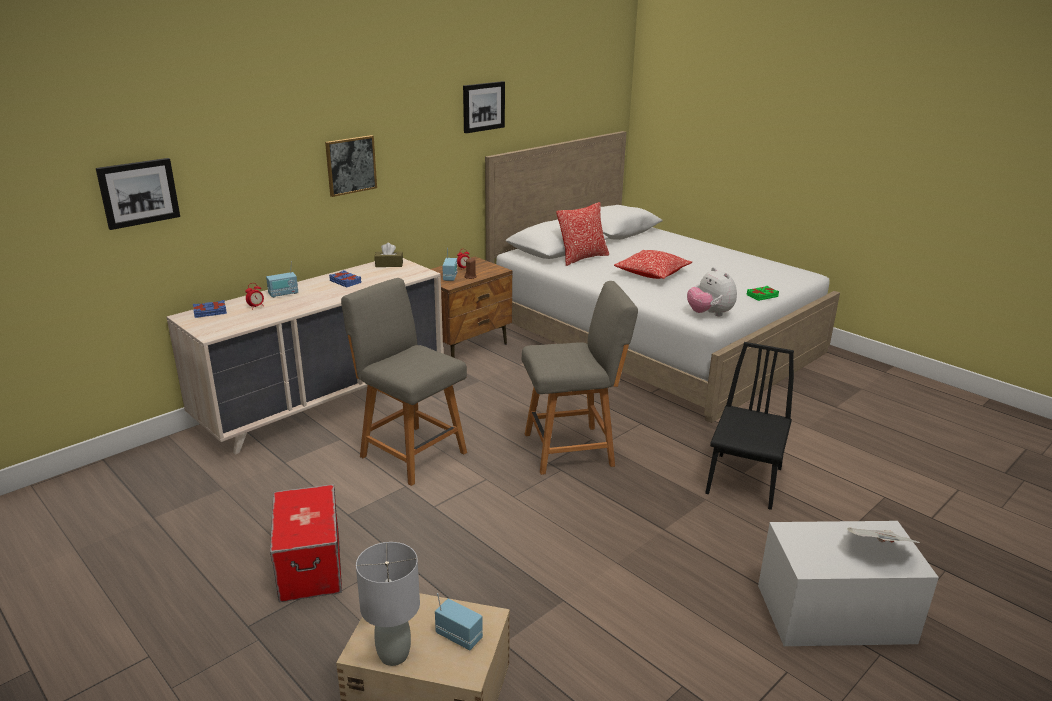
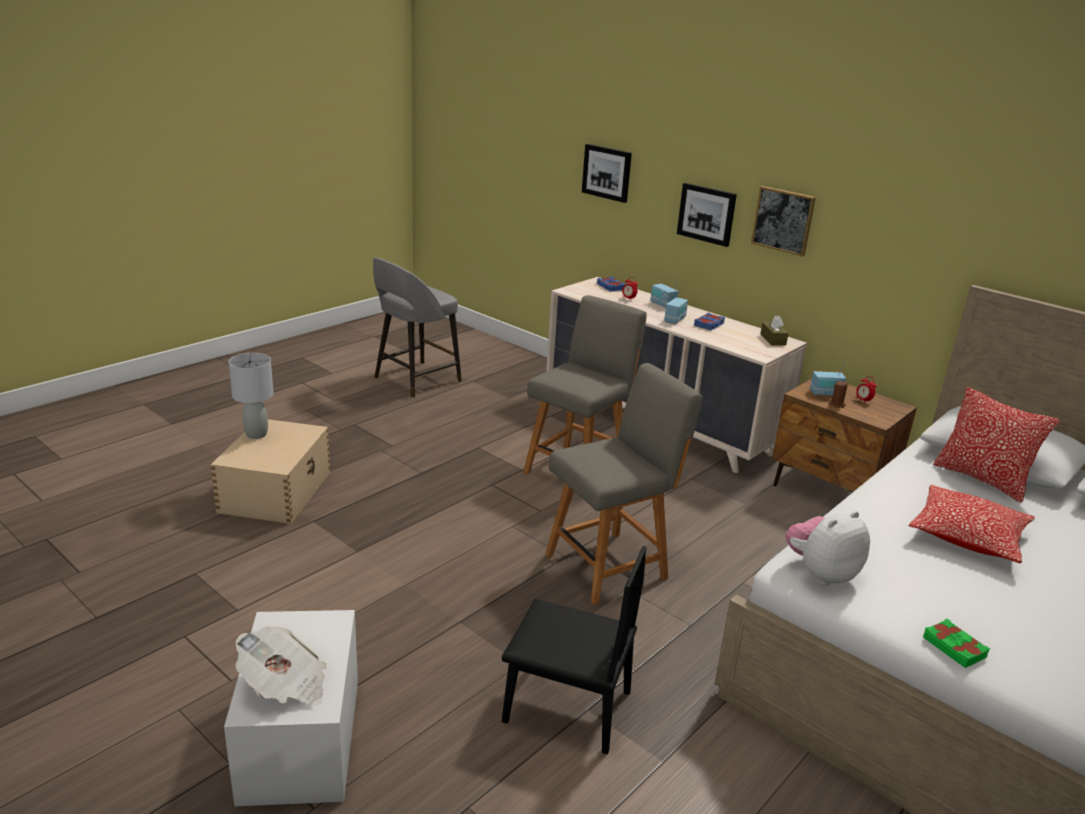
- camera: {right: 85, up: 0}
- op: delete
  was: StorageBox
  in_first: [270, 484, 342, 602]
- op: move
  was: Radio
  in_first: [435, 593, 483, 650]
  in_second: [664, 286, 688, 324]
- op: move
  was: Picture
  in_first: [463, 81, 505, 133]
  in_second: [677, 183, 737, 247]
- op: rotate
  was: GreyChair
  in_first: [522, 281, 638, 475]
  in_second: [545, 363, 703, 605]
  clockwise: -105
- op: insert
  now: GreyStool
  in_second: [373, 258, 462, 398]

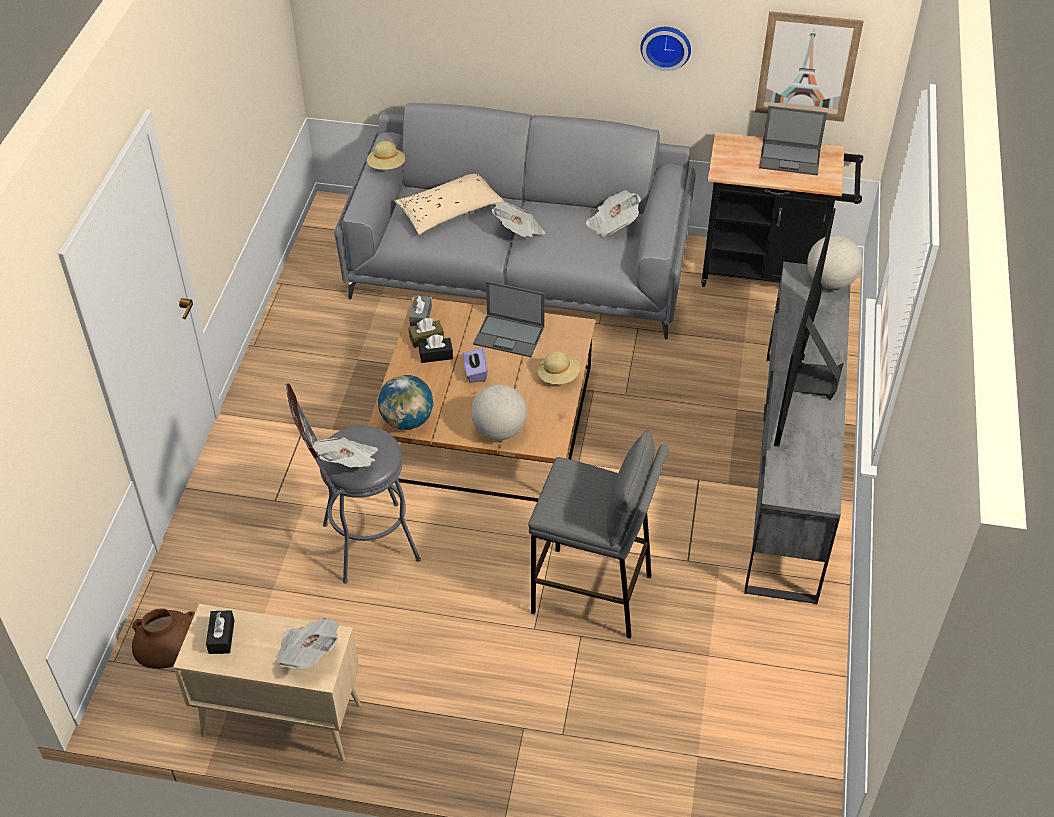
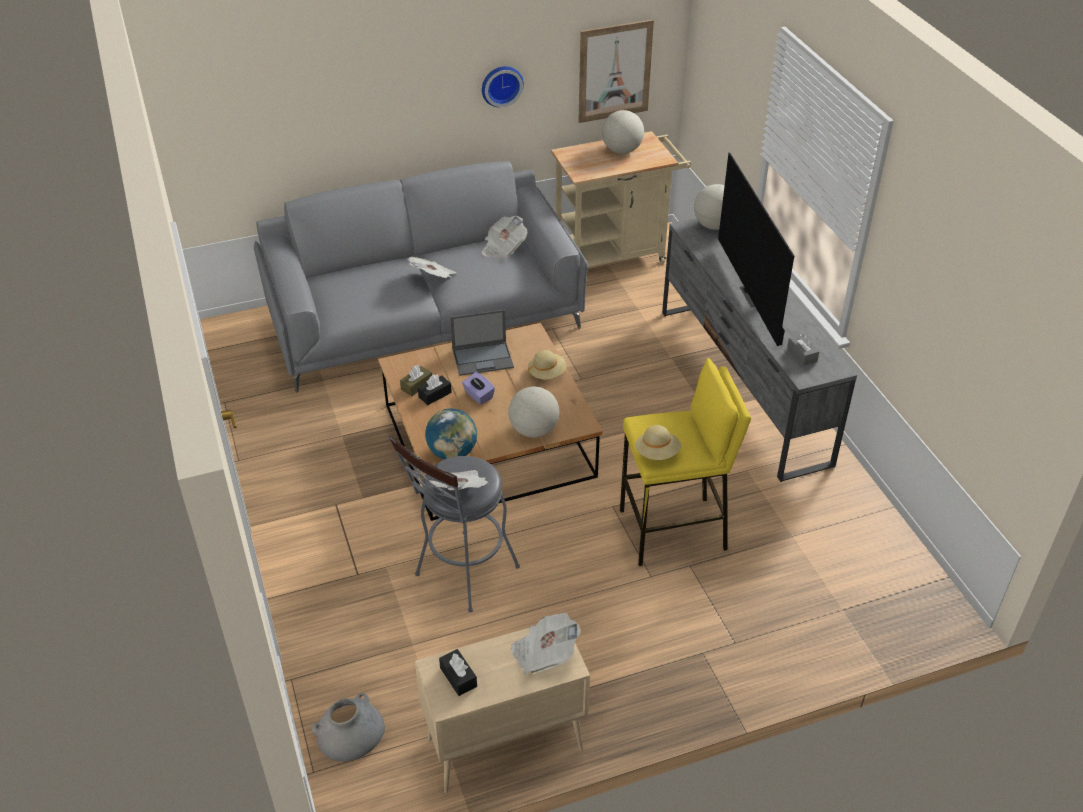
- camera: {right: -30, up: -5}
- op: recolor
  was: BrownVase
  now: GreyVase
  in_first: [132, 608, 195, 669]
  in_second: [312, 692, 385, 762]
- op: move
  was: BeigeHat
  in_first: [367, 141, 405, 170]
  in_second: [635, 425, 681, 460]
- op: delete
  was: BeigePillow
  in_first: [394, 174, 504, 235]
- op: move
  was: GreyTissueBox
  in_first: [409, 295, 432, 327]
  in_second: [787, 334, 819, 366]
- op: recolor
  was: GreyStool
  now: YellowStool
  in_first: [528, 430, 669, 639]
  in_second: [620, 358, 751, 566]
- op: recolor
  was: BlackCart
  now: BeigeCart
  in_first: [701, 132, 863, 287]
  in_second: [551, 131, 691, 268]
- op: replace
  was: Laptop
  now: Globe
  in_first: [759, 106, 827, 175]
  in_second: [602, 110, 644, 154]

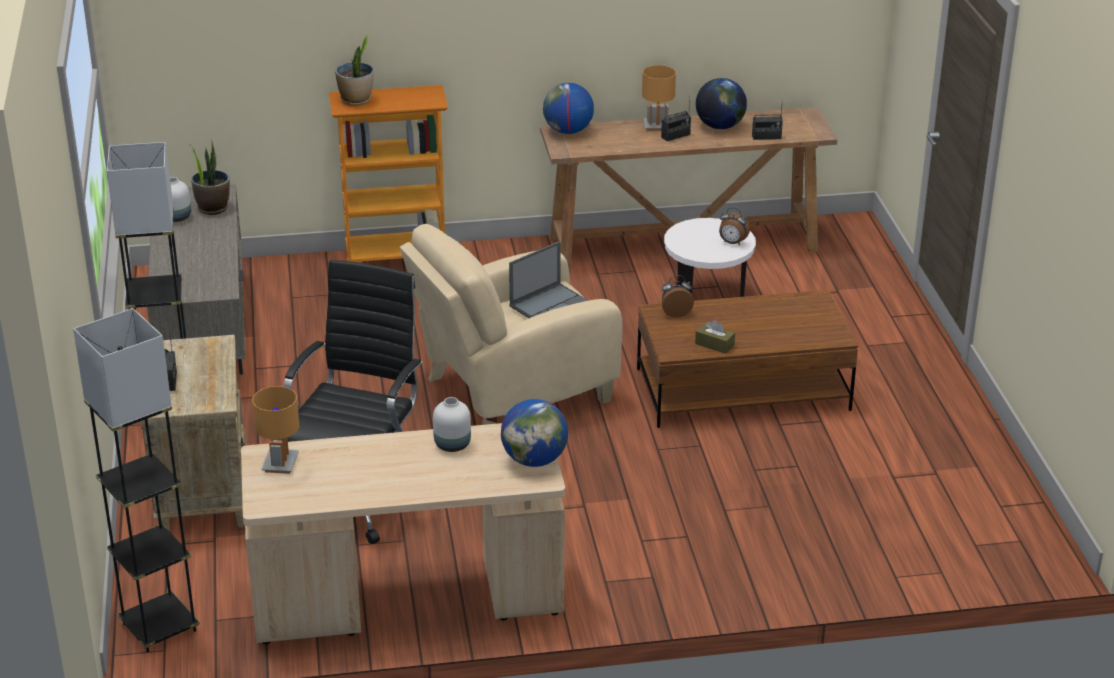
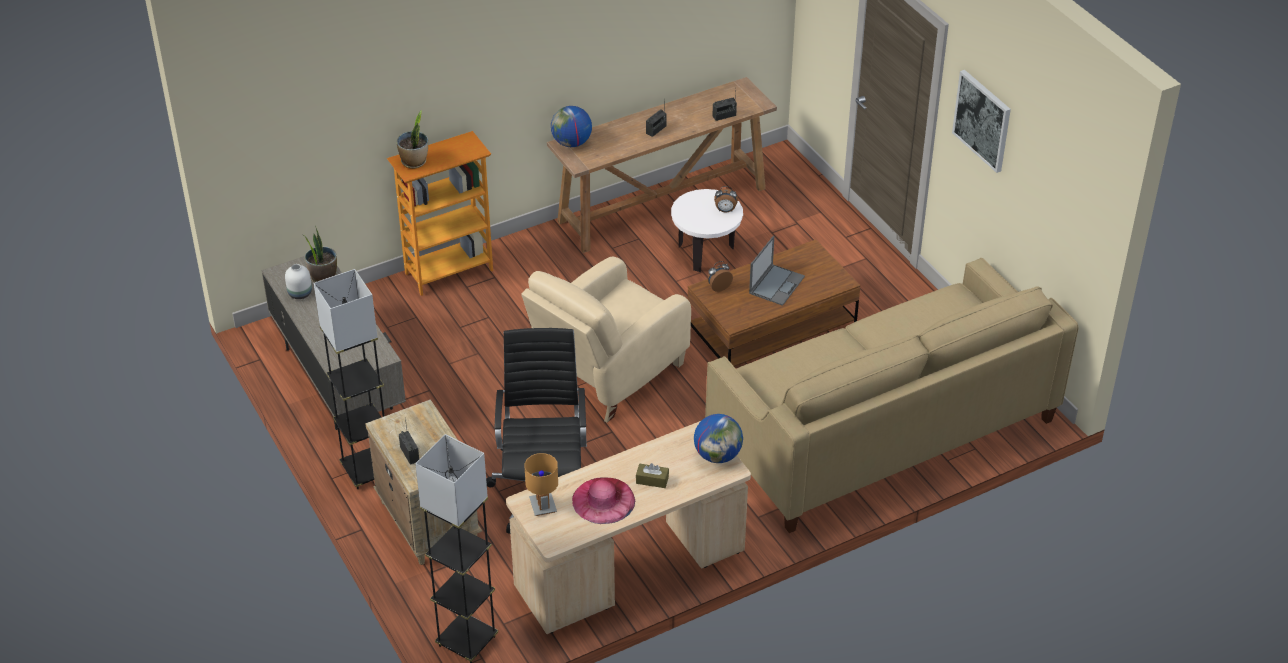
- camera: {right: -20, up: 10}
- op: delete
  was: WhiteVase
  in_first: [433, 397, 471, 452]
- op: move
  was: Laptop
  in_first: [509, 241, 589, 318]
  in_second: [749, 236, 805, 306]
- op: delete
  was: BrownTableLamp
  in_first: [642, 65, 676, 131]
- op: move
  was: BrownTissueBox
  in_first: [695, 320, 735, 354]
  in_second: [636, 463, 669, 488]
- op: delete
  was: Globe
  in_first: [696, 78, 747, 129]
- op: insert
  now: PinkHat
  in_second: [572, 477, 635, 524]
- op: insert
  now: BeigeSofa
  in_second: [705, 258, 1079, 533]
- op: insert
  now: Picture
  in_second: [952, 70, 1011, 173]

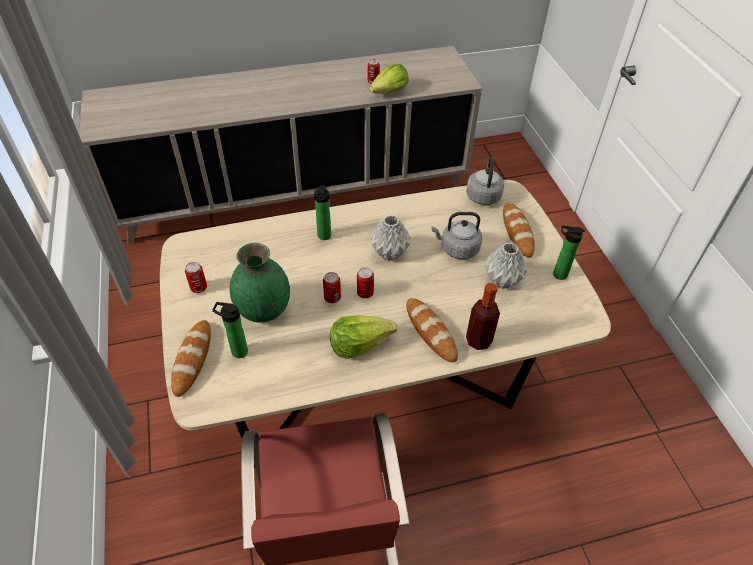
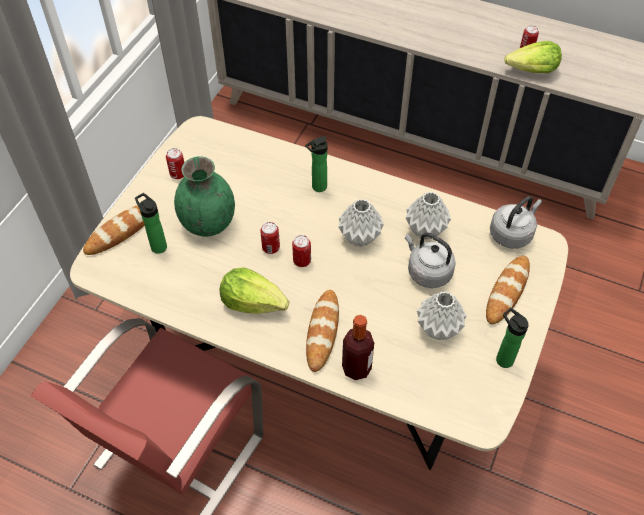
- camera: {right: 40, up: 5}
- op: insert
  now: GreyVase
  in_second: [406, 192, 451, 240]

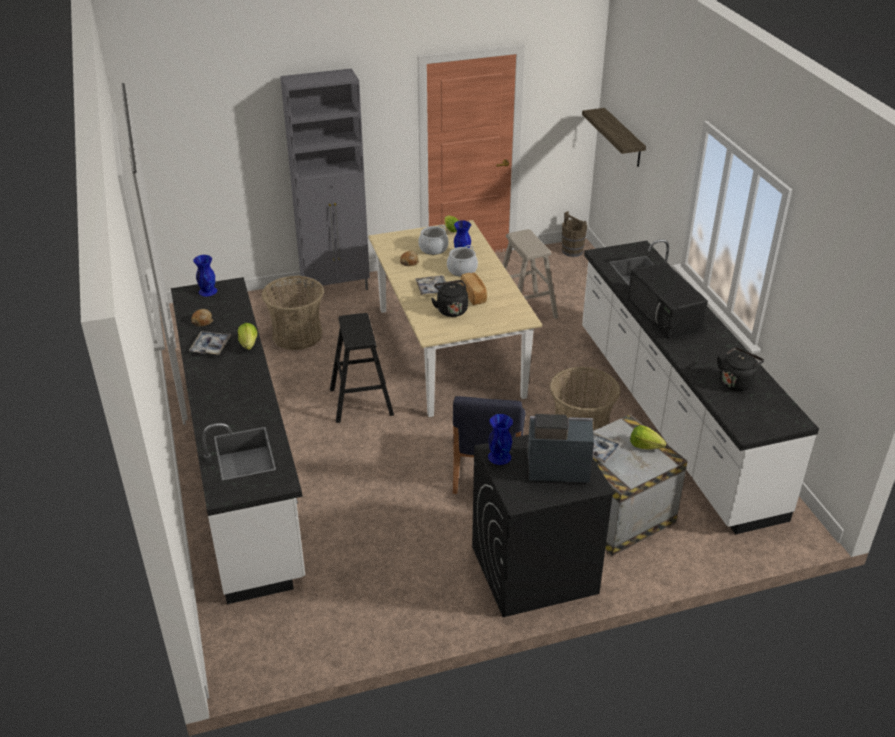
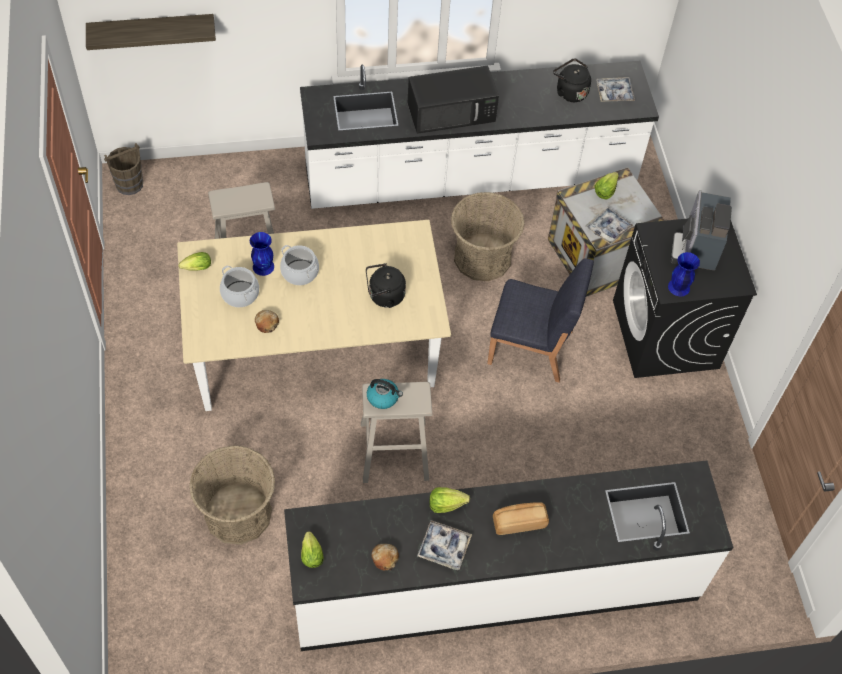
- camera: {right: -85, up: 20}
- op: replace
  was: BlueVase
  now: Lettuce
  in_first: [193, 255, 217, 296]
  in_second: [301, 531, 324, 568]
- op: delete
  was: GreyCabinet
  in_first: [280, 68, 370, 299]
- op: recolor
  was: BlackStool
  now: BeigeStool
  in_first: [330, 313, 394, 423]
  in_second: [361, 382, 432, 483]
- op: move
  was: Tray
  in_first: [415, 275, 446, 295]
  in_second: [596, 77, 635, 102]
- op: move
  was: Bread
  in_first: [461, 273, 487, 305]
  in_second: [493, 502, 549, 535]
- op: insert
  now: Kettle
  in_second: [367, 379, 403, 409]

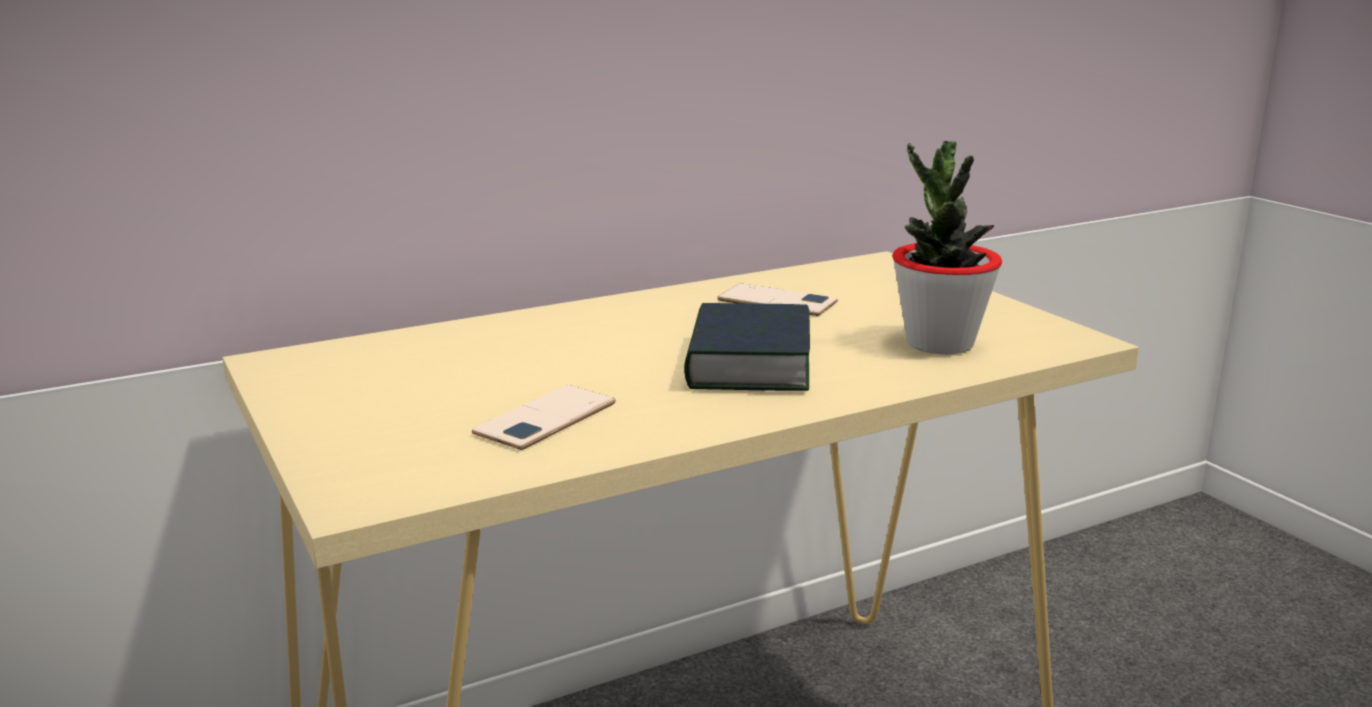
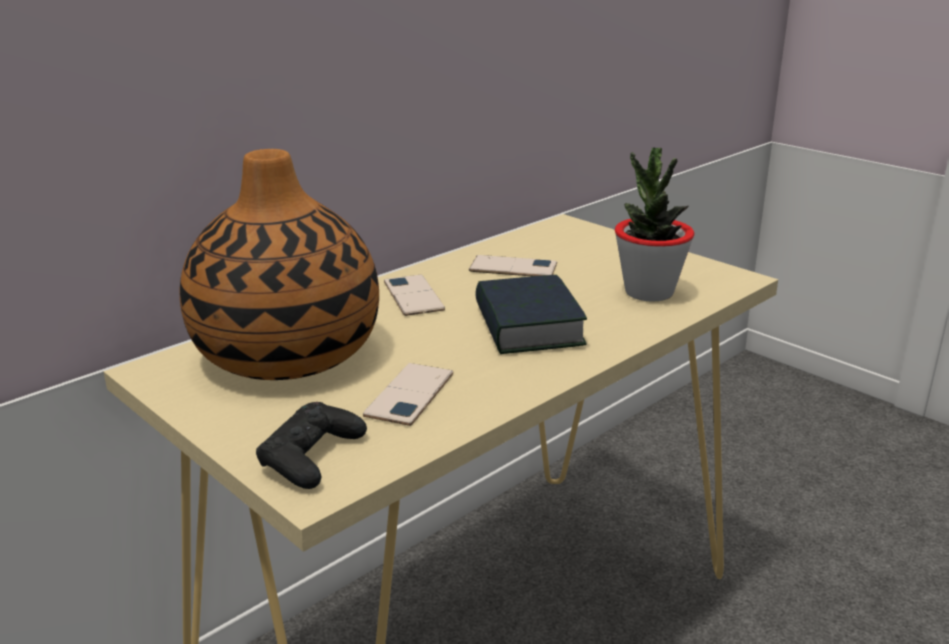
- camera: {right: -15, up: 5}
- op: insert
  now: Vase
  in_second: [180, 149, 379, 380]
- op: insert
  now: BlackGameController
  in_second: [256, 402, 367, 489]
- op: insert
  now: Phone
  in_second: [384, 275, 445, 316]

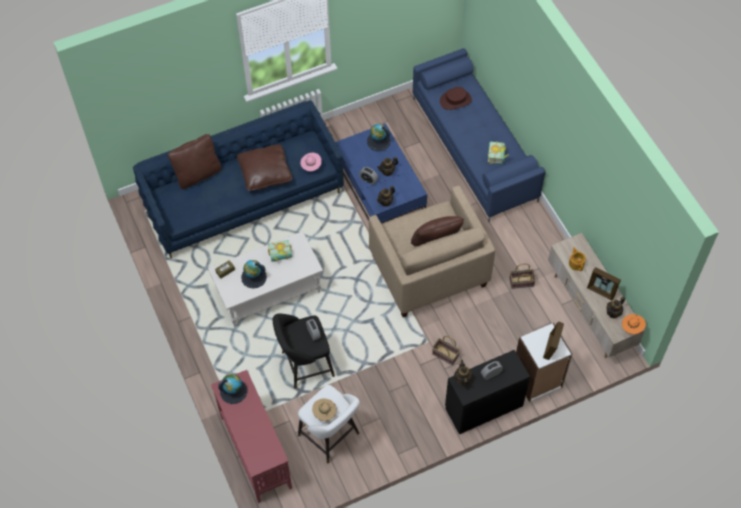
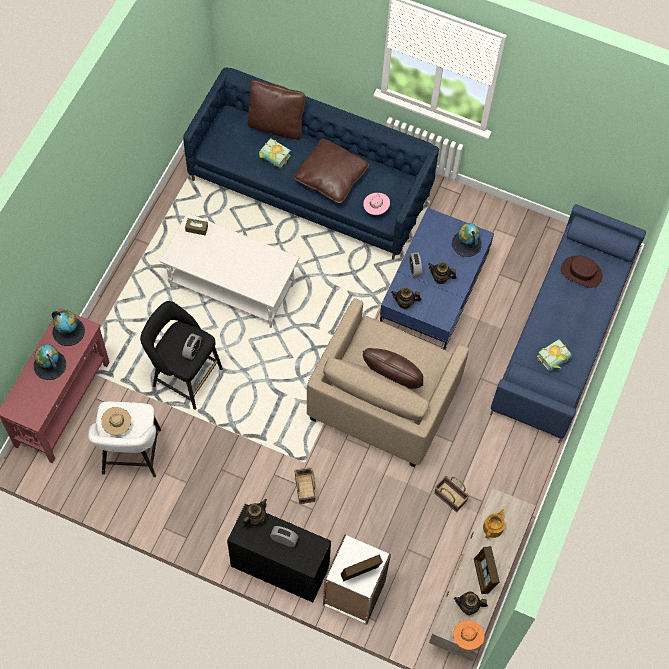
- camera: {right: 45, up: 5}
- op: move
  was: Globe
  in_first: [241, 260, 267, 288]
  in_second: [34, 344, 66, 380]
- op: move
  was: Book
  in_first: [268, 240, 292, 262]
  in_second: [259, 138, 291, 168]

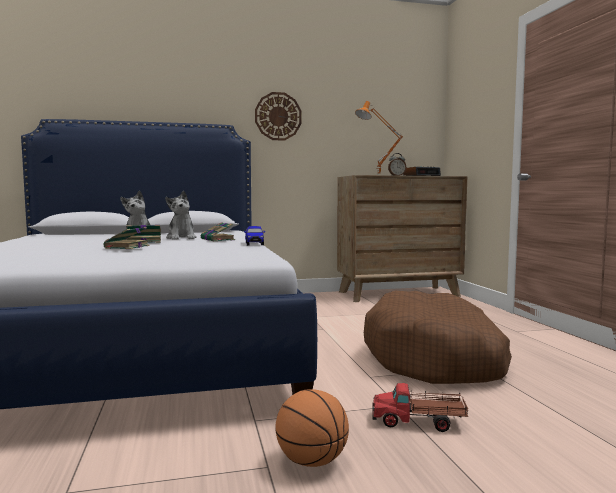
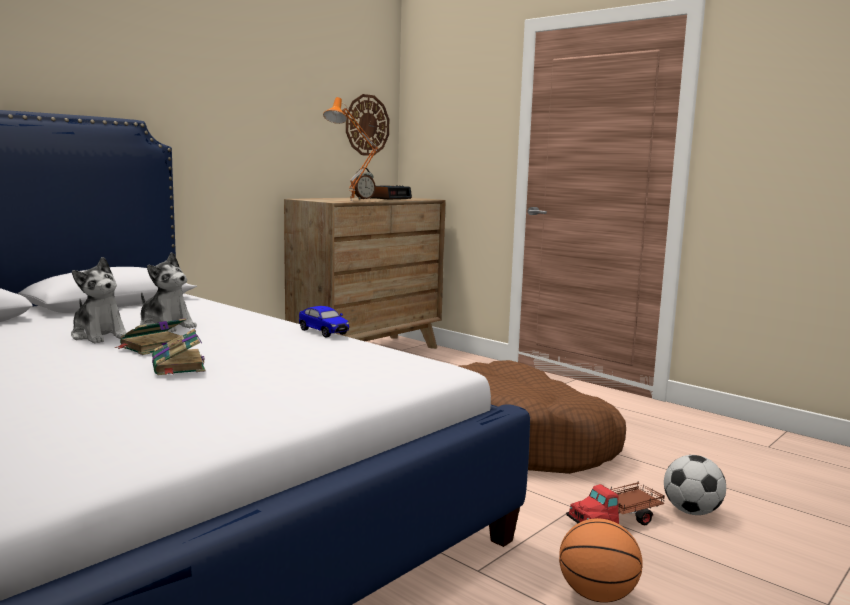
- camera: {right: -35, up: 5}
- op: delete
  was: Book
  in_first: [201, 223, 235, 241]
- op: move
  was: WallClock
  in_first: [255, 92, 302, 141]
  in_second: [346, 94, 389, 156]
- op: insert
  now: Football
  in_second: [664, 455, 726, 515]

